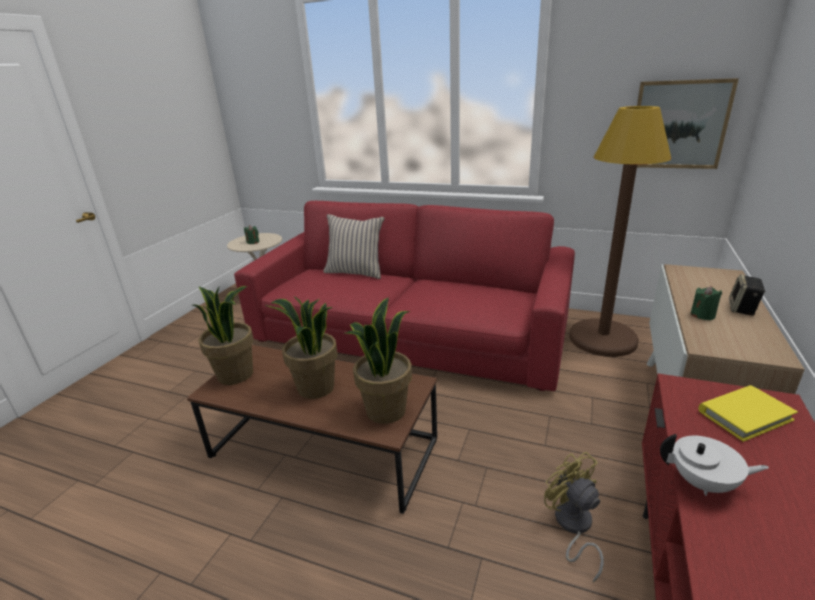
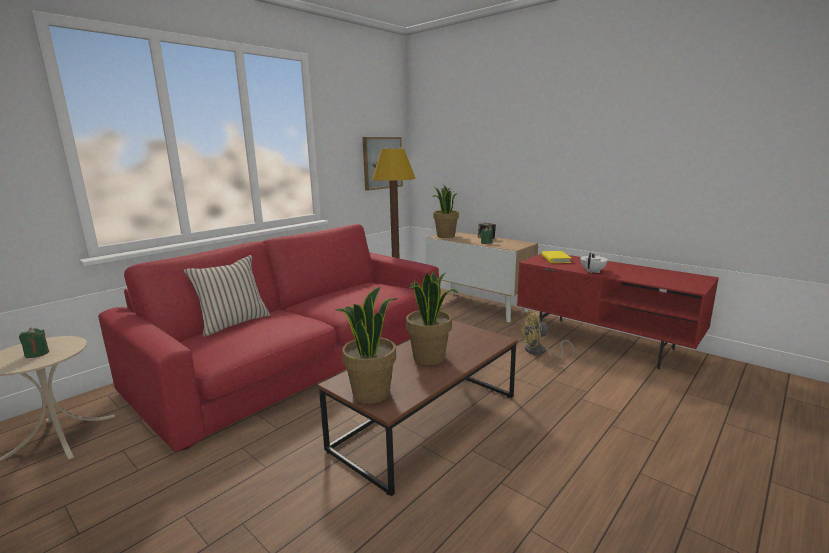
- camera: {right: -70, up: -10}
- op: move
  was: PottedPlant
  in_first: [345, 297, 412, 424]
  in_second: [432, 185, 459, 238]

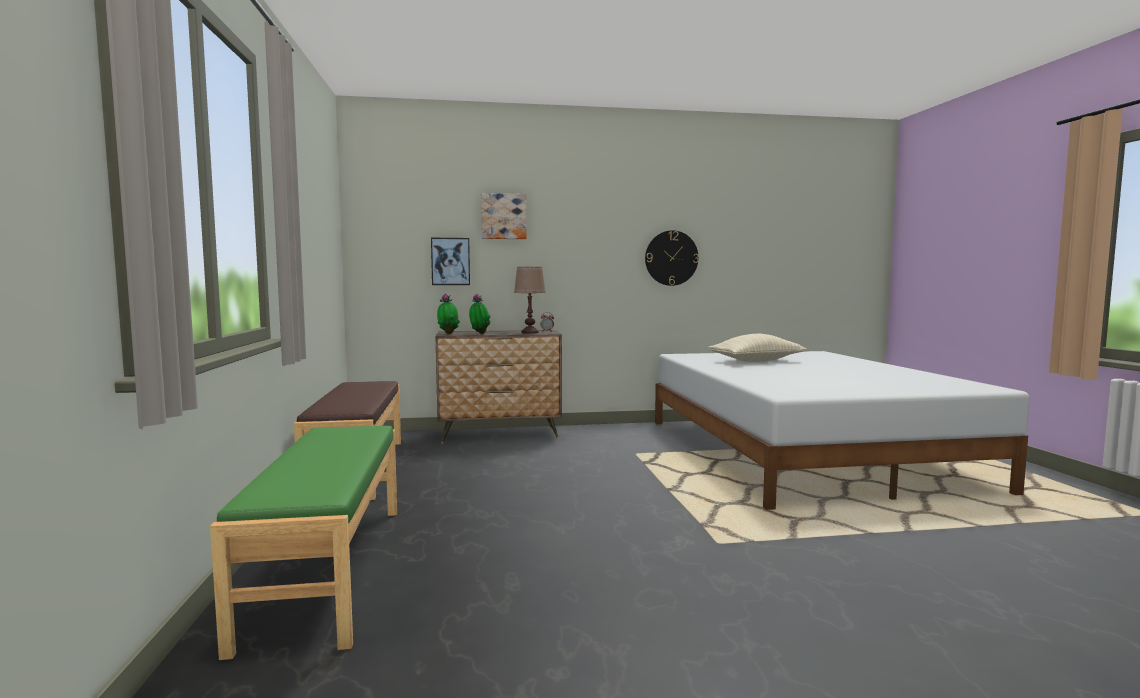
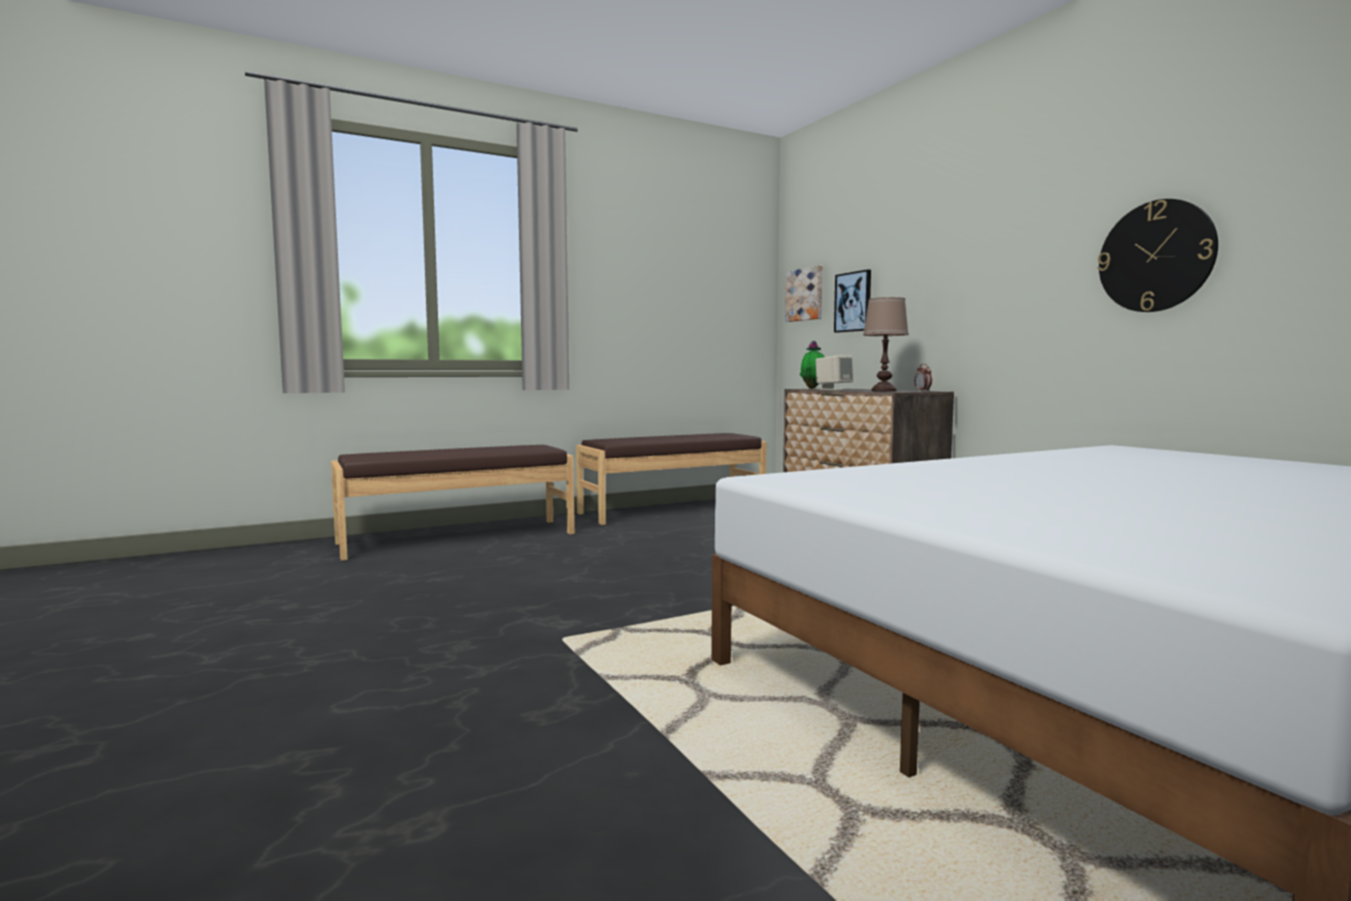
- camera: {right: 70, up: 0}
- op: recolor
  was: GreenBench
  now: BrownBench
  in_first: [210, 426, 397, 660]
  in_second: [331, 445, 575, 561]
- op: replace
  was: PottedPlant
  now: BeigeSpeaker
  in_first: [469, 294, 490, 334]
  in_second: [816, 355, 853, 390]
- op: move
  was: Picture
  in_first: [481, 193, 526, 239]
  in_second: [785, 266, 823, 322]
- op: delete
  was: BeigePillow
  in_first: [708, 334, 807, 362]

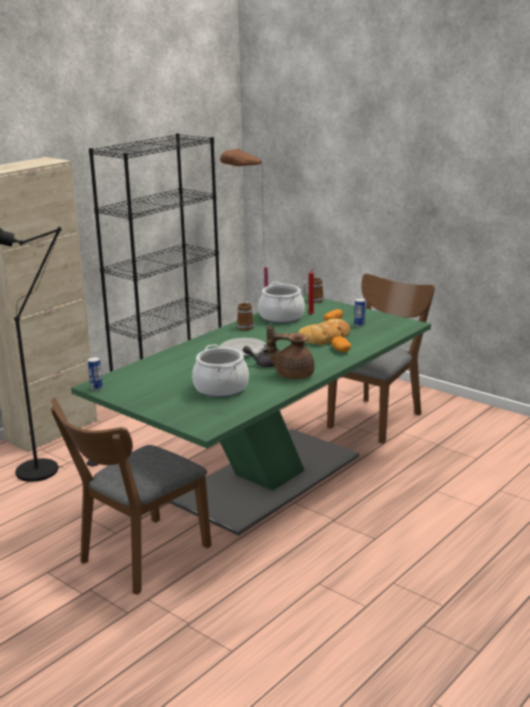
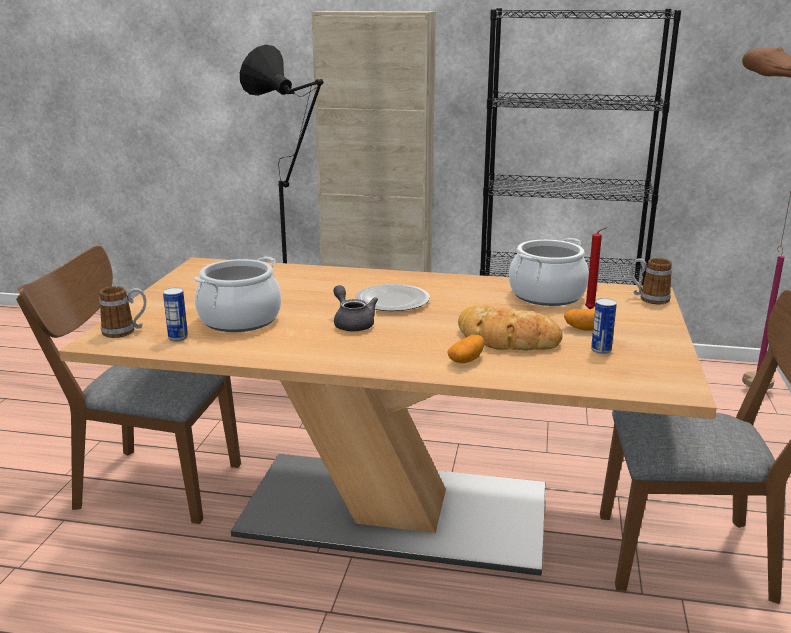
- camera: {right: 60, up: 0}
- op: recolor
  was: GreenDiningTable
  now: BeigeDiningTable
  in_first: [71, 294, 431, 536]
  in_second: [59, 258, 717, 576]
- op: move
  was: Can
  in_first: [88, 357, 103, 391]
  in_second: [163, 288, 188, 341]
- op: move
  was: Mug
  in_first: [237, 301, 254, 331]
  in_second: [99, 286, 146, 338]
- op: delete
  was: BrownTeapot
  in_first: [267, 325, 315, 379]

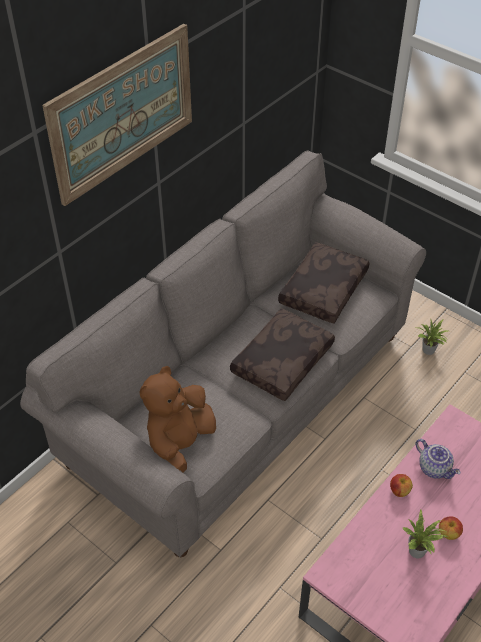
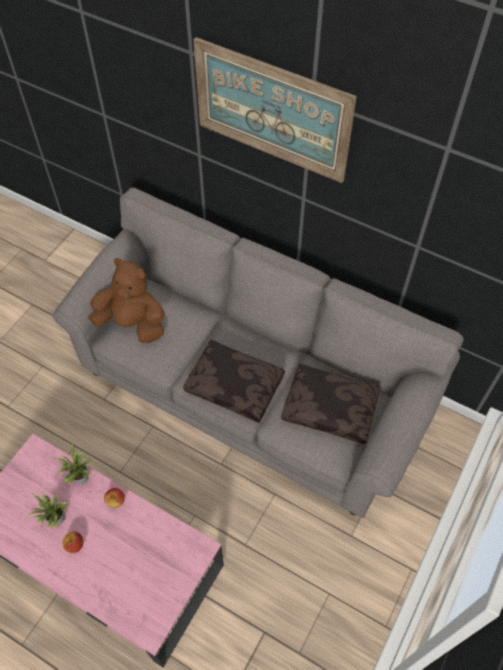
- camera: {right: 80, up: 10}
- op: delete
  was: Teapot
  in_first: [415, 439, 460, 479]
- op: move
  was: PottedPlant
  in_first: [416, 319, 449, 355]
  in_second: [55, 444, 93, 485]

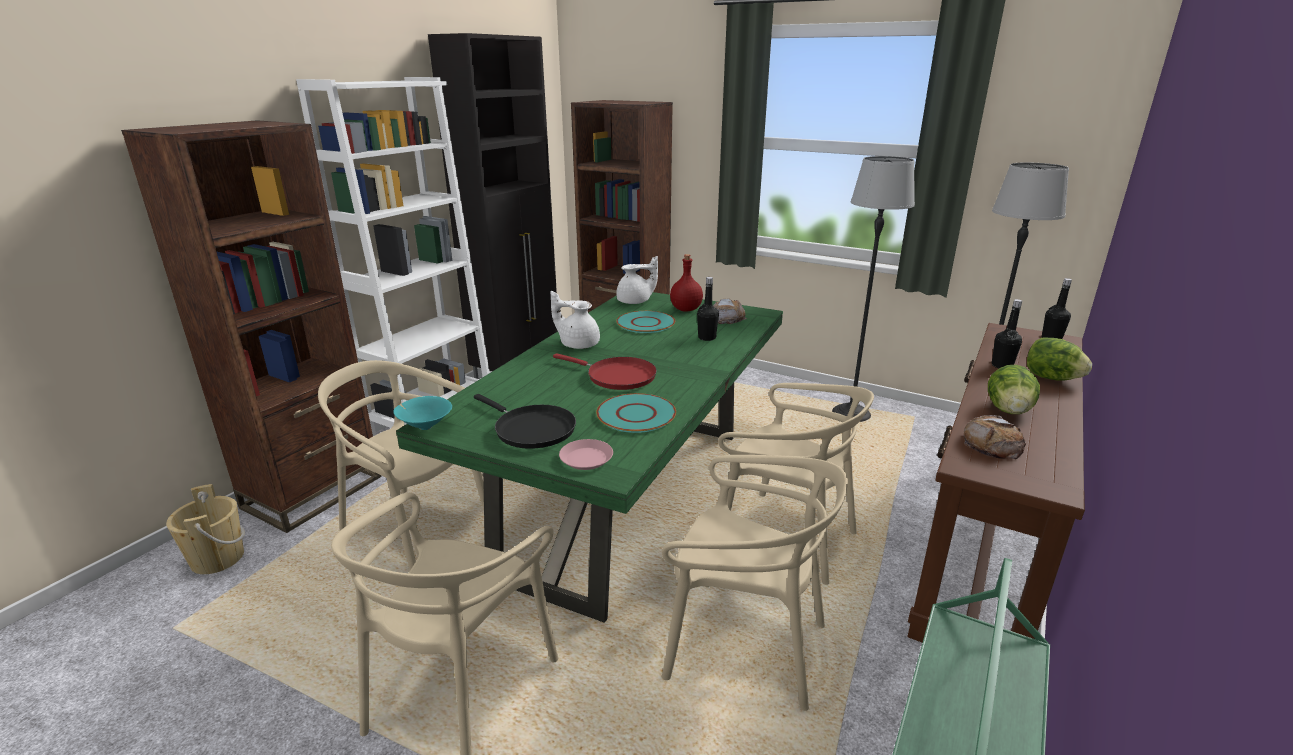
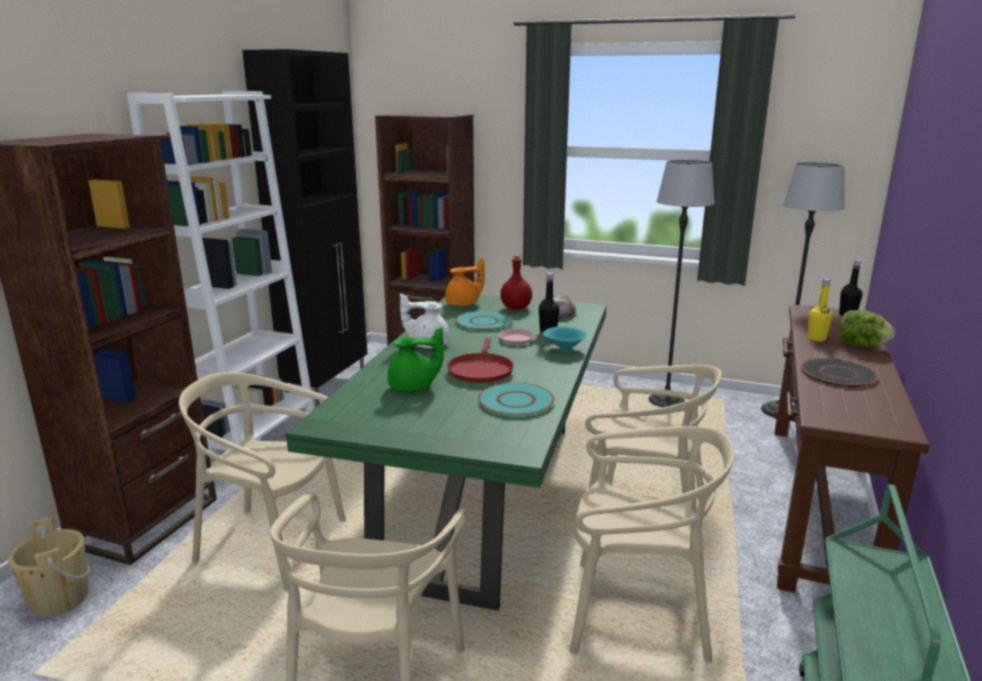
- camera: {right: -10, up: -5}
- op: move
  was: TurquoiseBowl
  in_first: [394, 396, 452, 430]
  in_second: [542, 326, 587, 350]
- op: delete
  was: BlackFryingPan
  in_first: [474, 394, 576, 449]
- op: rotate
  was: RedFryingPan
  in_first: [553, 353, 657, 390]
  in_second: [447, 338, 514, 383]
  clockwise: 75
- op: move
  was: PinkPlate
  in_first: [559, 439, 613, 470]
  in_second: [498, 329, 535, 345]
- op: recolor
  was: WhiteTeapot
  now: OrangeTeapot
  in_first: [616, 256, 658, 304]
  in_second: [445, 258, 485, 306]
- op: delete
  was: Bread
  in_first: [964, 415, 1026, 459]
- op: replace
  was: Lettuce
  now: BlackPlate
  in_first: [988, 365, 1040, 414]
  in_second: [801, 358, 878, 387]
- op: recolor
  was: BlackBottle
  now: YellowBottle
  in_first: [992, 299, 1022, 368]
  in_second: [808, 278, 833, 341]
- op: insert
  now: GreenTeapot
  in_second: [387, 327, 444, 391]

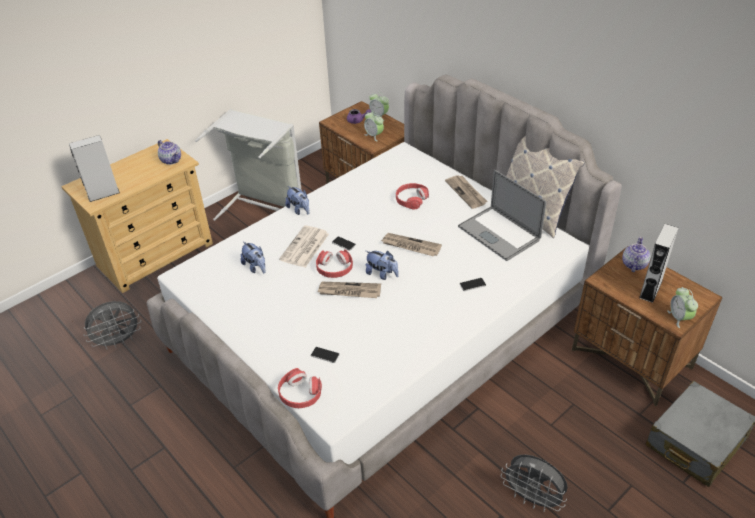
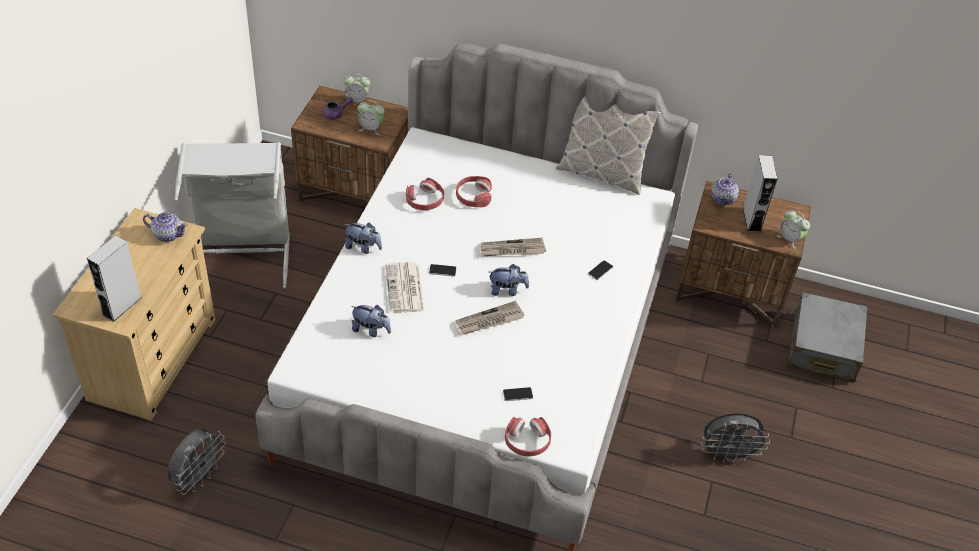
- camera: {right: -35, up: 5}
- op: move
  was: RedHeadphones
  in_first: [316, 249, 353, 278]
  in_second: [406, 178, 444, 210]
- op: delete
  was: Newspaper
  in_first: [445, 175, 487, 209]
- op: delete
  was: Laptop
  in_first: [458, 170, 547, 261]
- op: rotate
  was: Teapot
  in_first: [622, 237, 650, 272]
  in_second: [711, 173, 739, 205]
  clockwise: -150

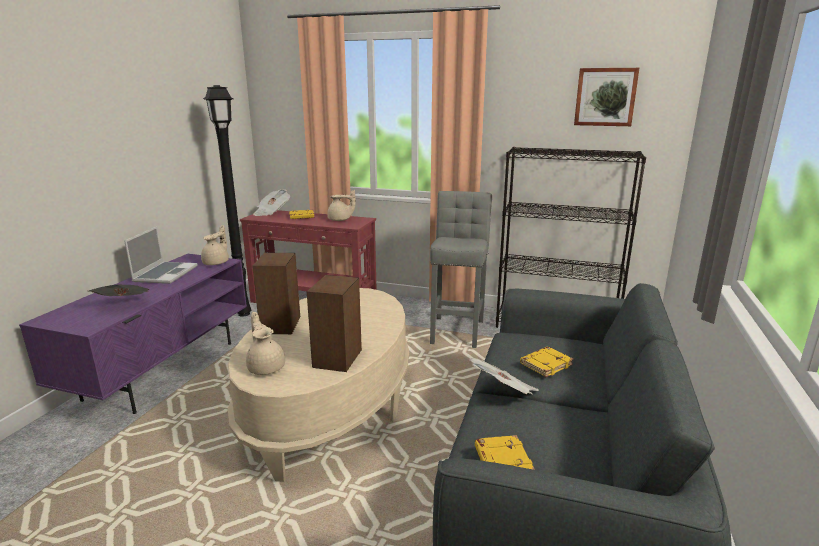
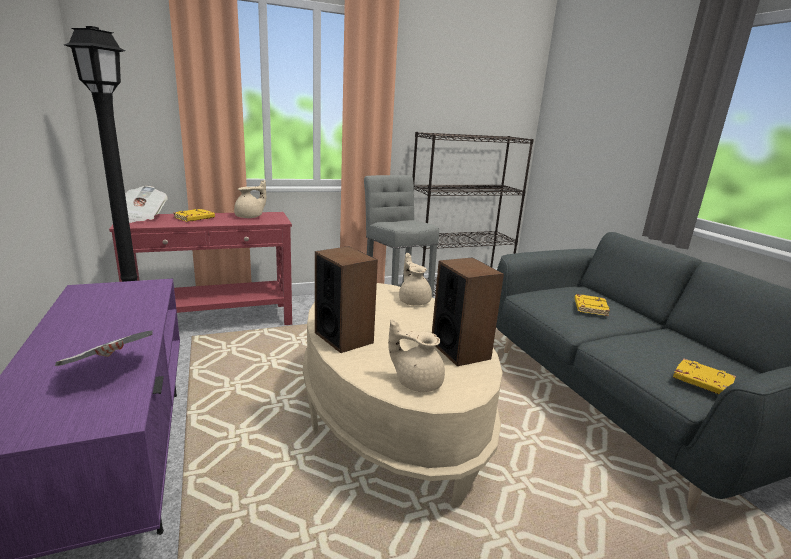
- camera: {right: -40, up: 0}
- op: delete
  was: Laptop
  in_first: [124, 226, 198, 284]
- op: move
  was: BeigeTeapot
  in_first: [201, 225, 229, 265]
  in_second: [399, 253, 432, 306]
- op: delete
  was: Newspaper
  in_first: [469, 358, 539, 394]
- op: delete
  was: Picture
  in_first: [574, 68, 639, 126]

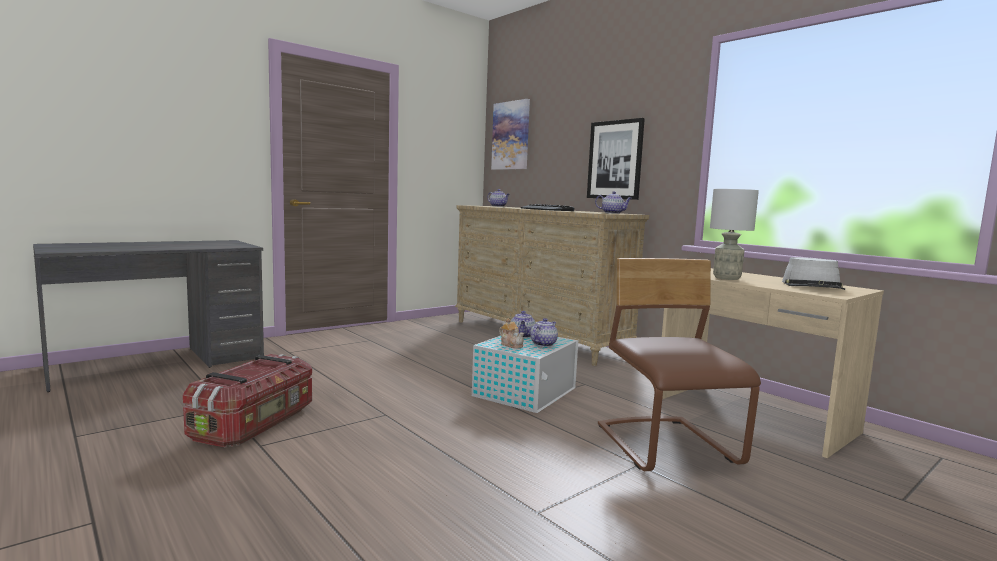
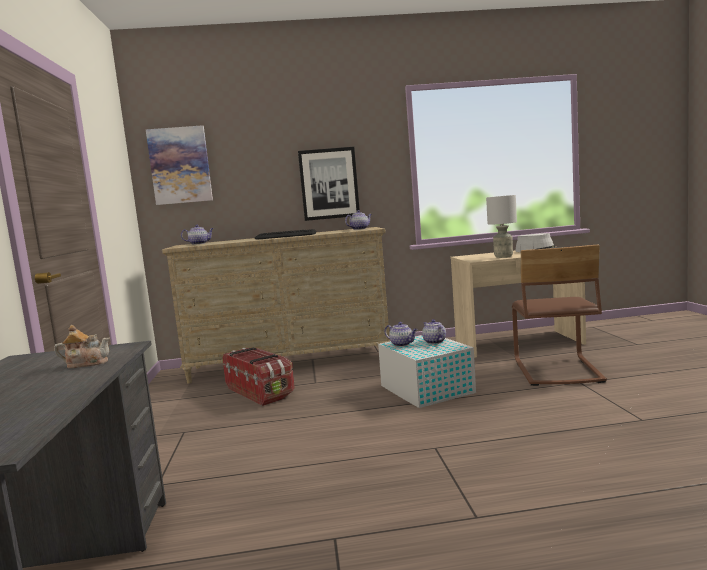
- camera: {right: -55, up: 0}
- op: move
  was: StorageBox
  in_first: [183, 354, 312, 448]
  in_second: [222, 347, 295, 406]
- op: move
  was: Teapot
  in_first: [499, 318, 524, 349]
  in_second: [54, 325, 110, 368]
- op: rotate
  was: BrownChair
  in_first: [598, 258, 761, 471]
  in_second: [512, 245, 607, 386]
  clockwise: -105

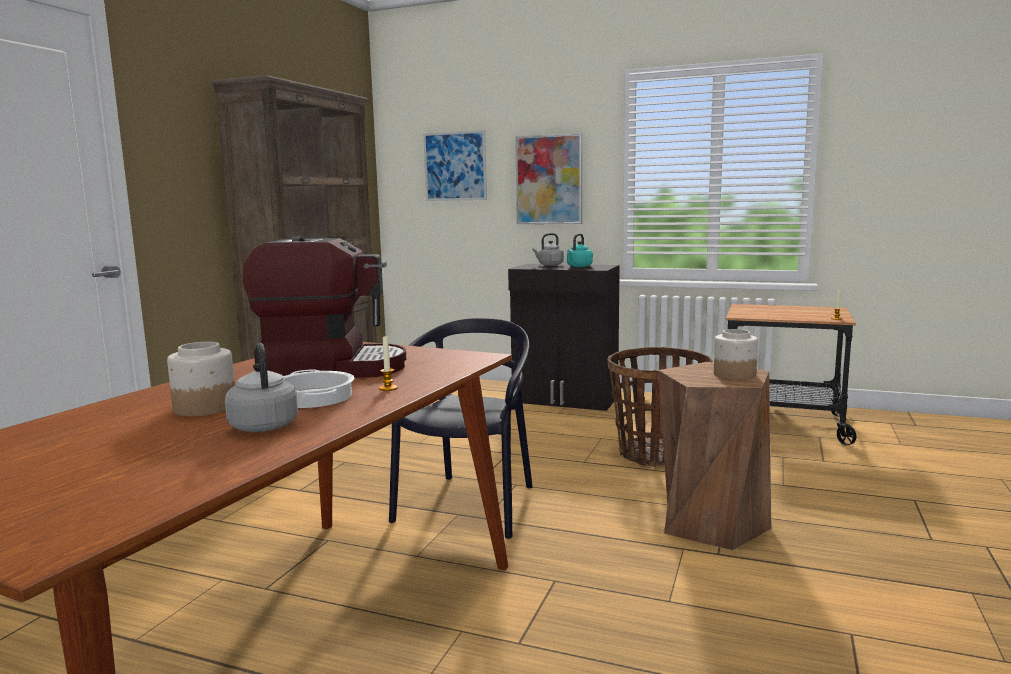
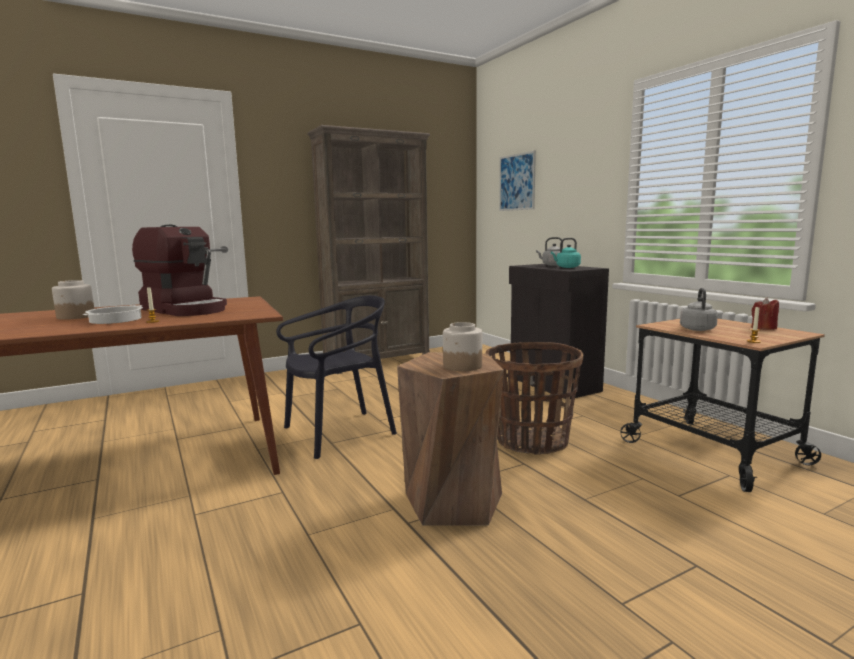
- camera: {right: 40, up: 0}
- op: move
  was: GreyKettle
  in_first: [225, 343, 298, 432]
  in_second: [680, 288, 718, 331]
- op: delete
  was: Picture
  in_first: [515, 133, 582, 224]
- op: insert
  now: RedCandle
  in_second: [752, 298, 779, 330]

